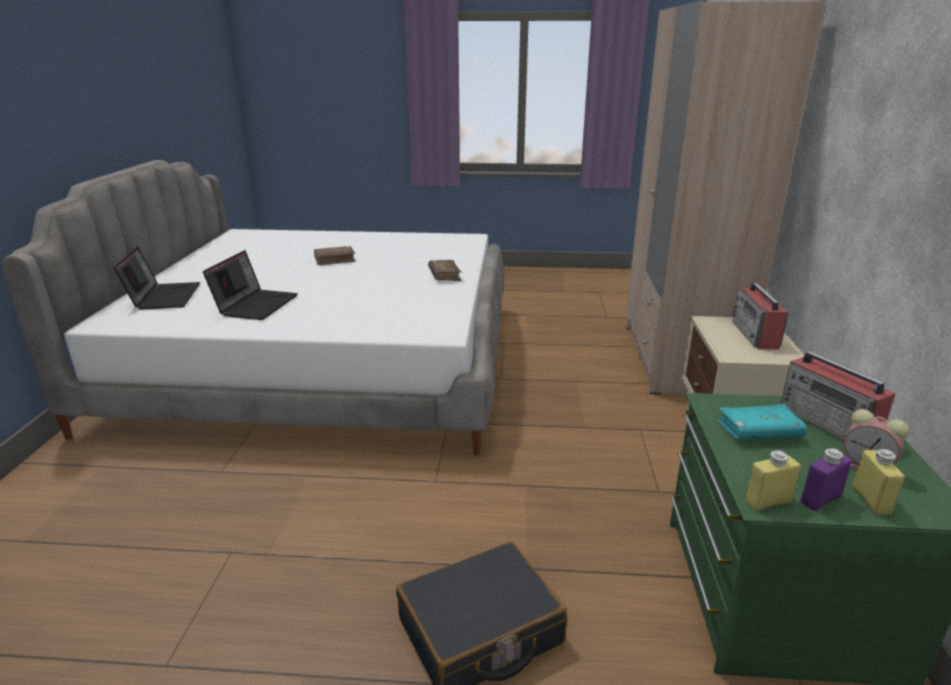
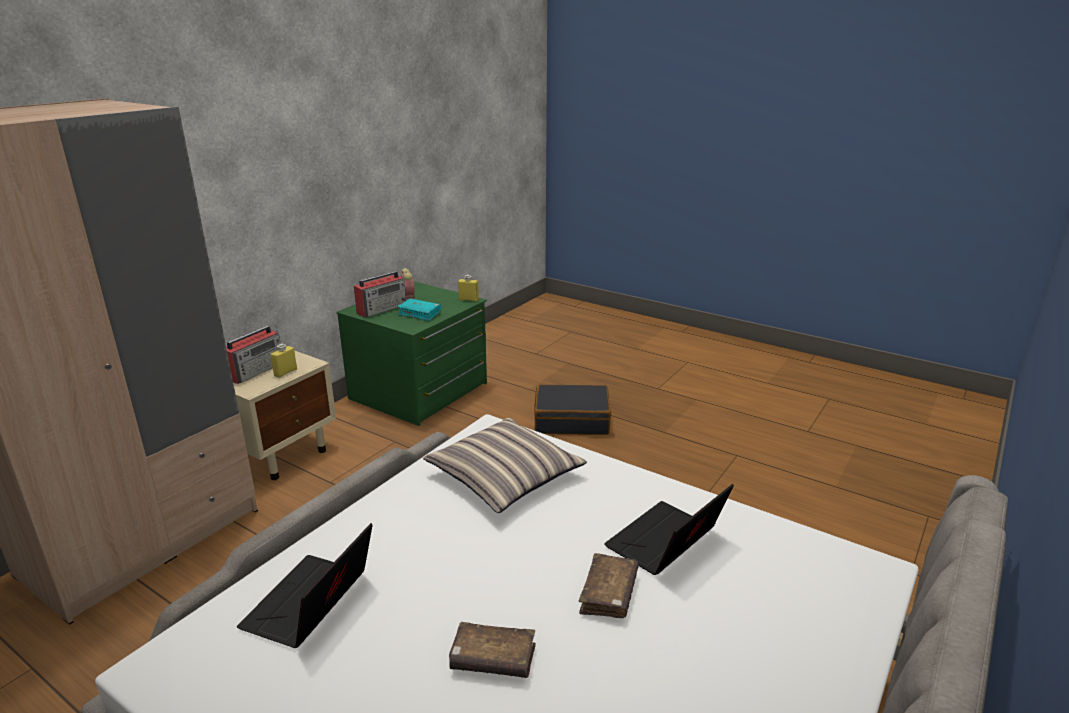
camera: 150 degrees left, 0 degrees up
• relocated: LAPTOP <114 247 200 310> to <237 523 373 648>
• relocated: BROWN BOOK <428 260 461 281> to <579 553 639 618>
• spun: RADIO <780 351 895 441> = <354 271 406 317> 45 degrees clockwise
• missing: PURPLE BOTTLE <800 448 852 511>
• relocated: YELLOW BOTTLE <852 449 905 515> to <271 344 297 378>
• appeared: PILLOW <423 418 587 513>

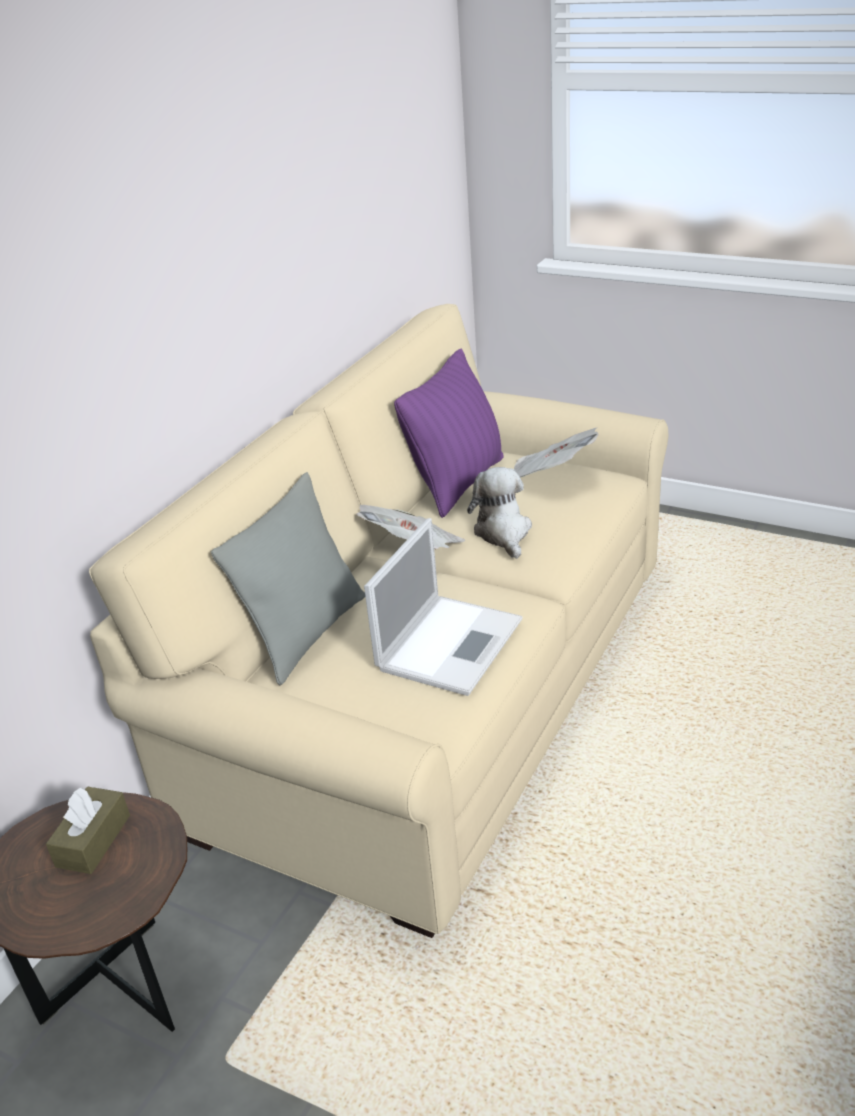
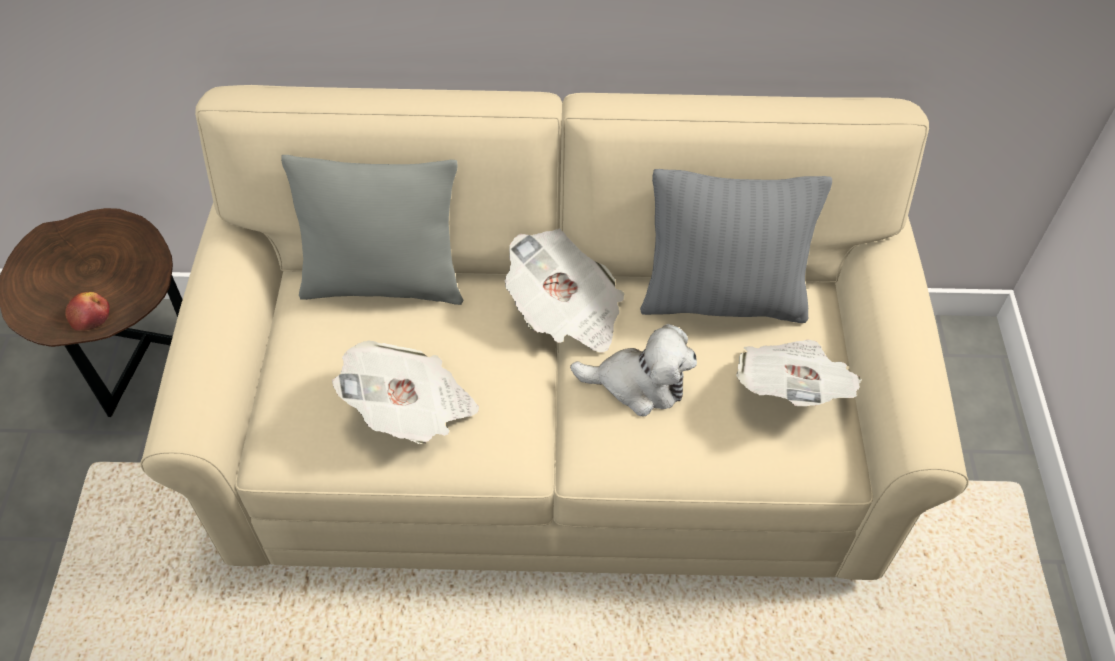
camera: 60 degrees right, 20 degrees up
• colour: PURPLE PILLOW <394 349 504 518> to GREY PILLOW <640 169 832 323>
• spun: PLUSH TOY <467 467 532 559> = <570 324 697 416> 45 degrees clockwise
• exchanged: LAPTOP <364 518 523 696> to NEWSPAPER <332 340 479 444>
• missing: BROWN TISSUE BOX <46 787 130 874>
• appeared: APPLE <65 292 110 331>

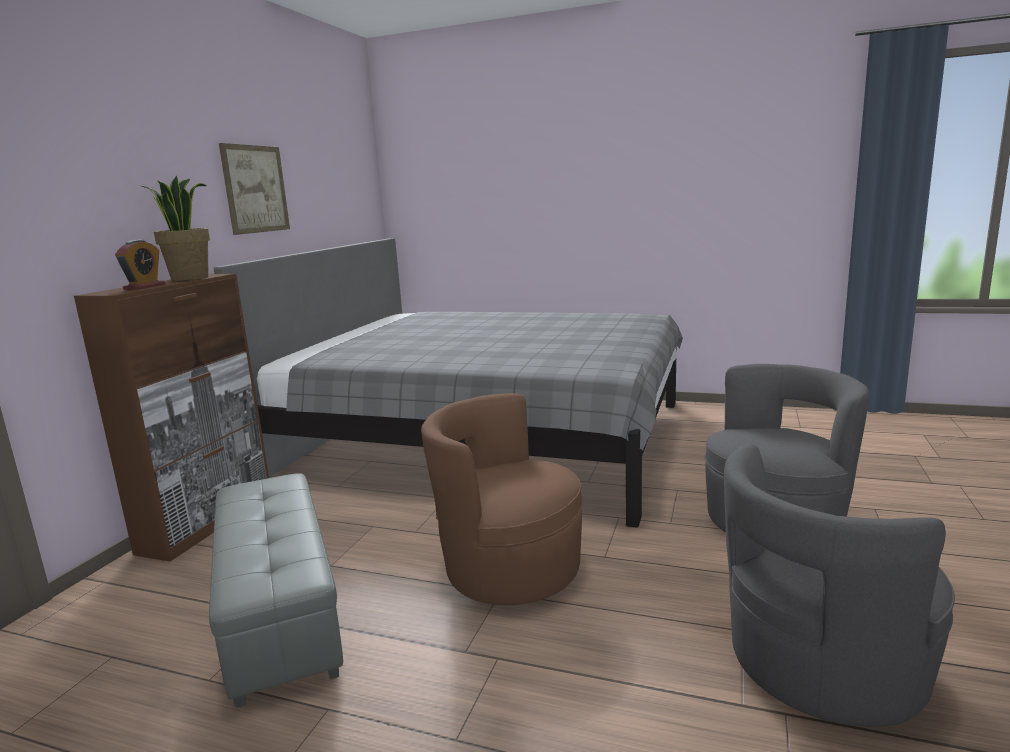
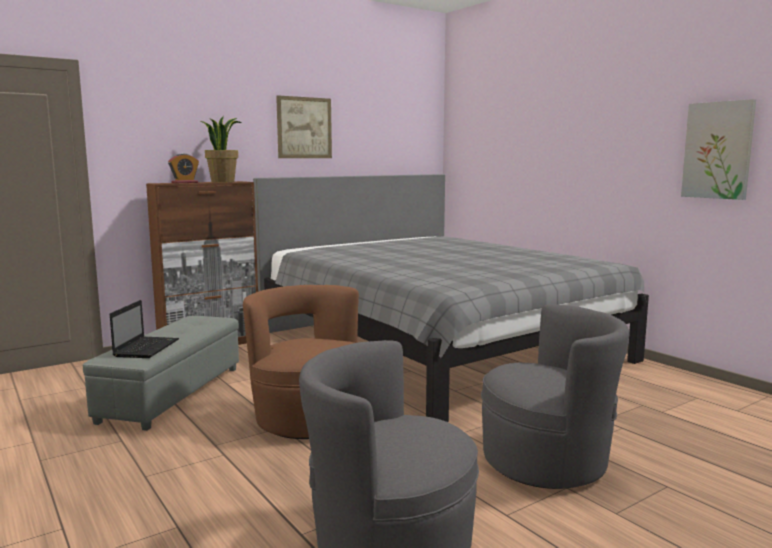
camera: 35 degrees right, 5 degrees down
• appeared: PICTURE <681 99 756 200>
• appeared: LAPTOP <110 300 179 358>

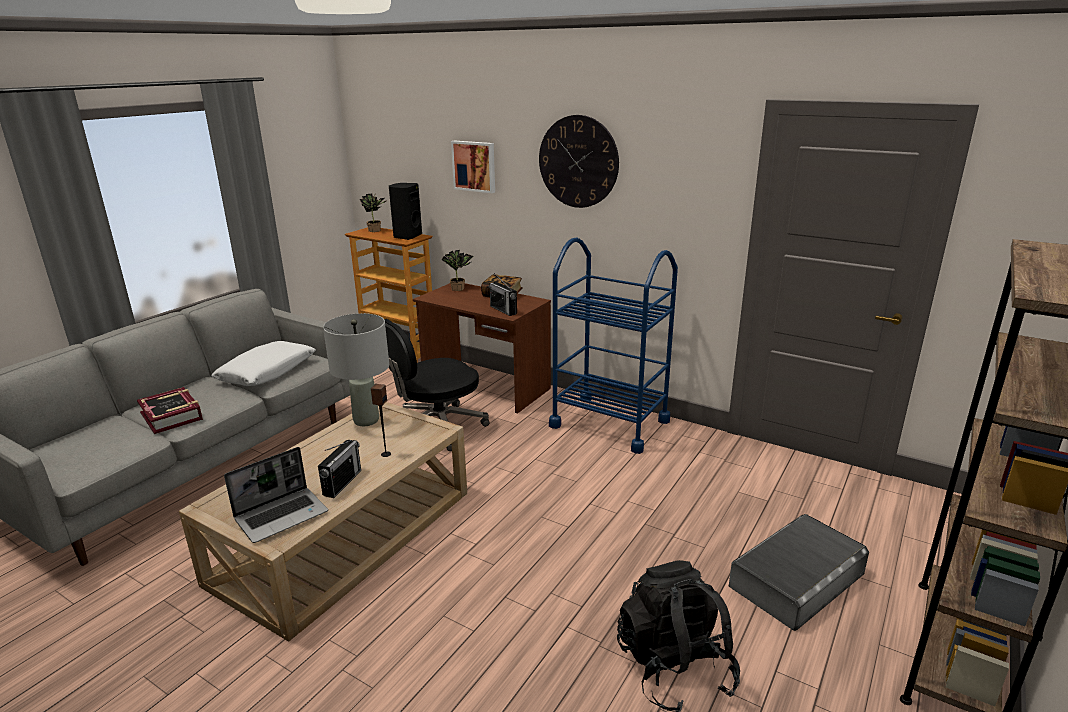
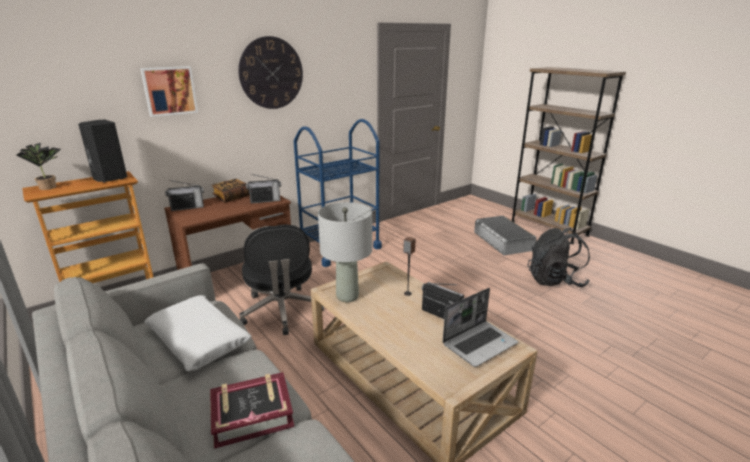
camera: 70 degrees left, 0 degrees up
• exchanged: POTTED PLANT <441 250 474 291> to RADIO <165 180 204 211>
• spun: LAPTOP <224 447 328 543> = <442 288 518 367> 75 degrees clockwise

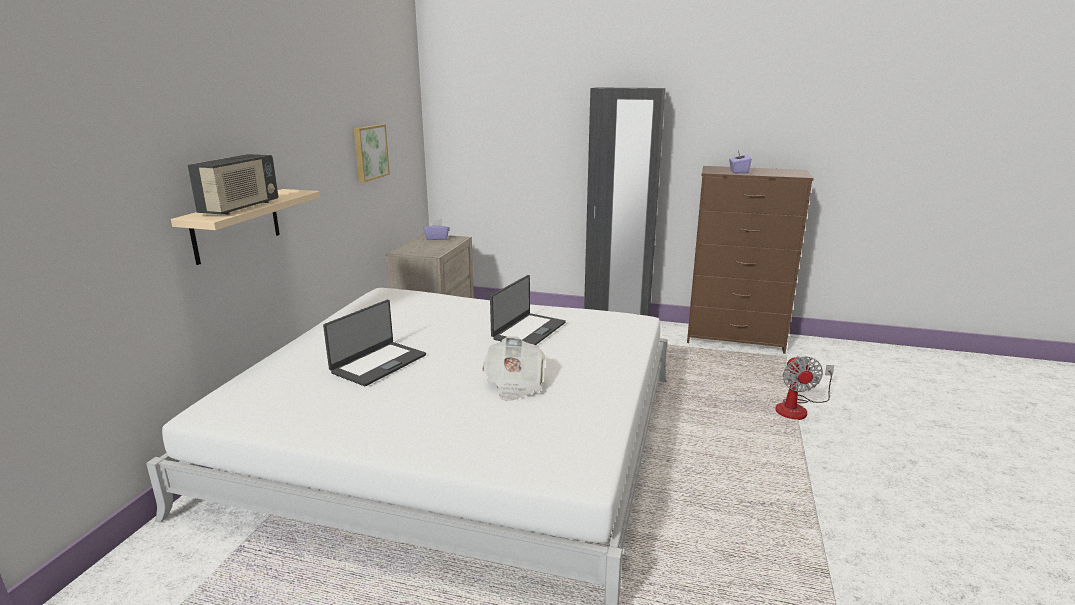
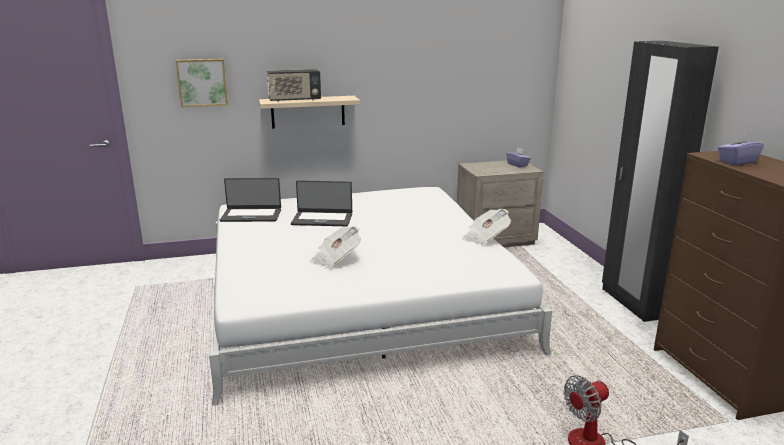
camera: 60 degrees right, 0 degrees up
• relocated: PICTURE <354 124 390 182> to <176 59 228 107>
• relocated: LAPTOP <490 275 566 345> to <220 178 281 222>
• appeared: NEWSPAPER <462 209 511 244>

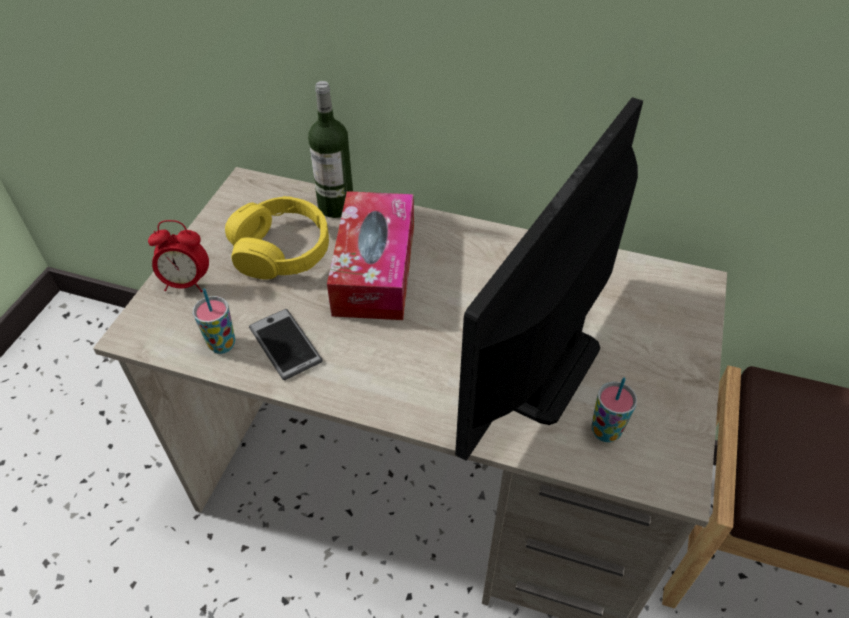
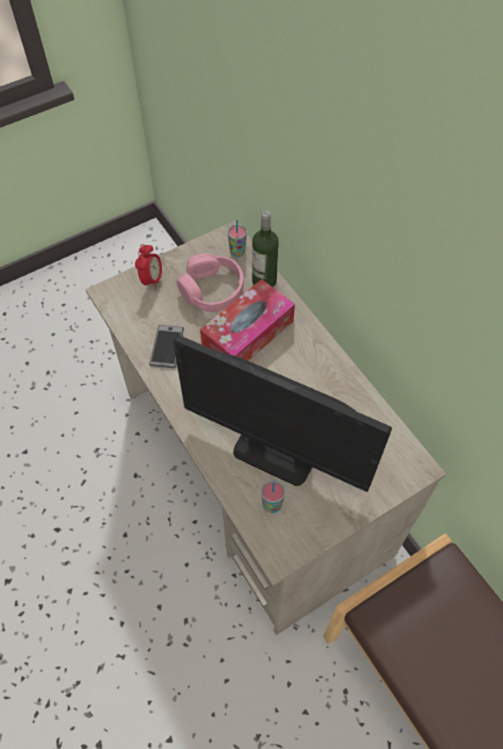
camera: 40 degrees right, 10 degrees up
• spun: MONITOR <455 97 643 461> = <173 335 392 492> 135 degrees counterclockwise
• colour: YELLOW HEADPHONES <225 196 329 280> to PINK HEADPHONES <177 253 244 312>
• spun: ALARM CLOCK <148 220 209 292> = <135 244 162 290> 120 degrees counterclockwise
• relocated: CUP <193 288 235 354> to <228 220 247 257>

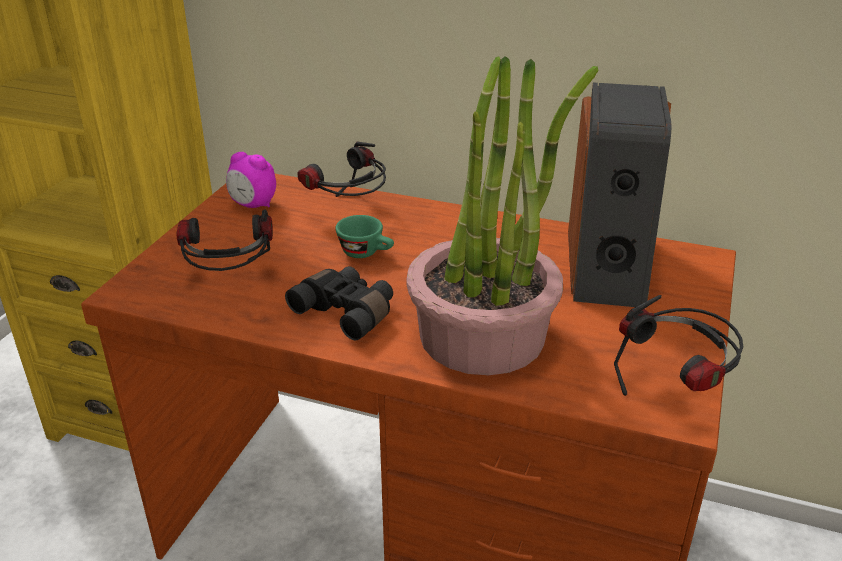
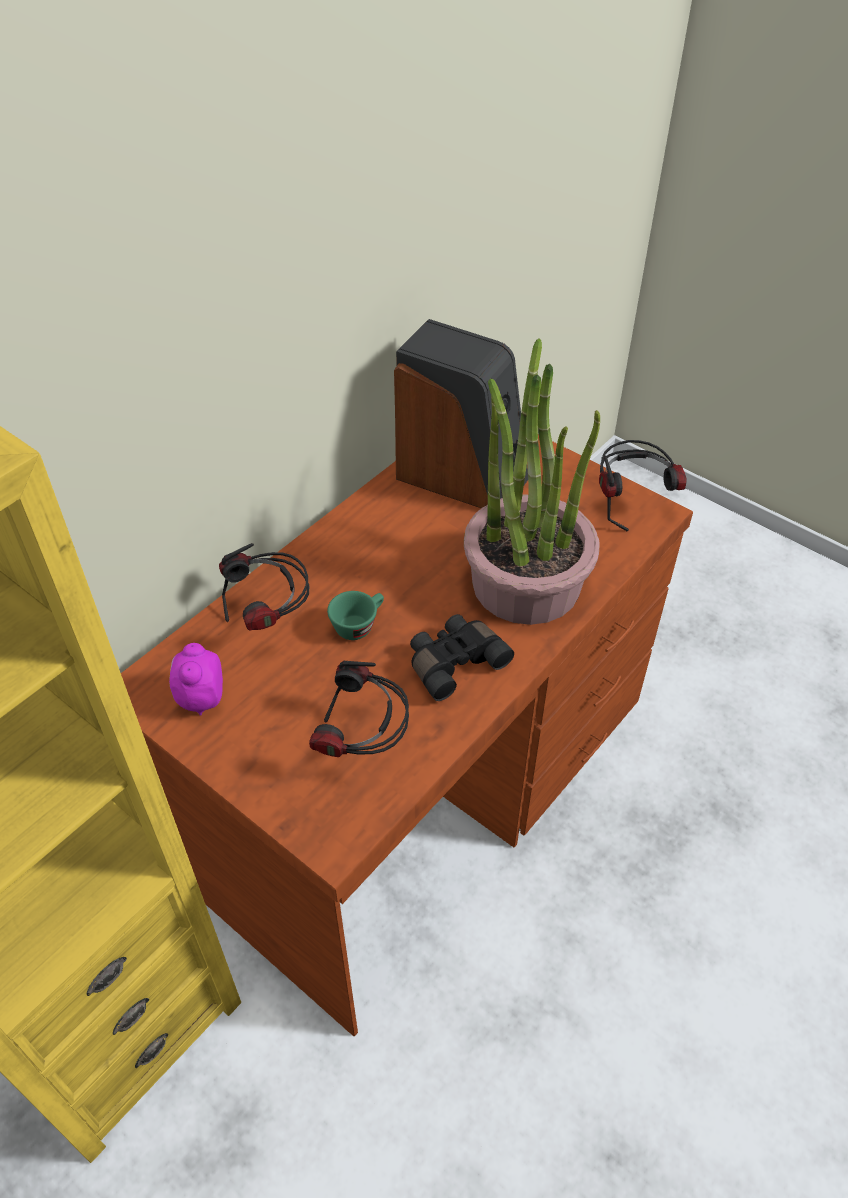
camera: 70 degrees left, 15 degrees up
• spun: ALARM CLOCK <226 152 276 208> = <169 643 223 716> 135 degrees clockwise

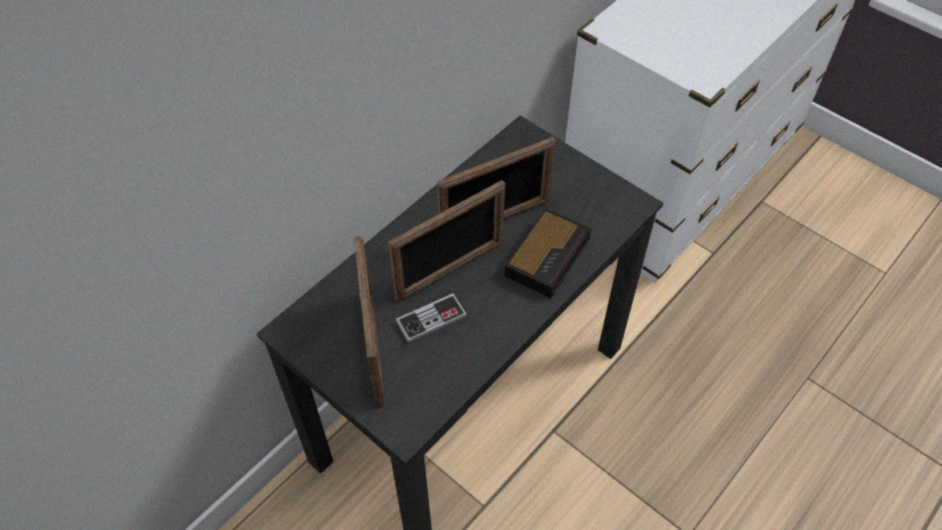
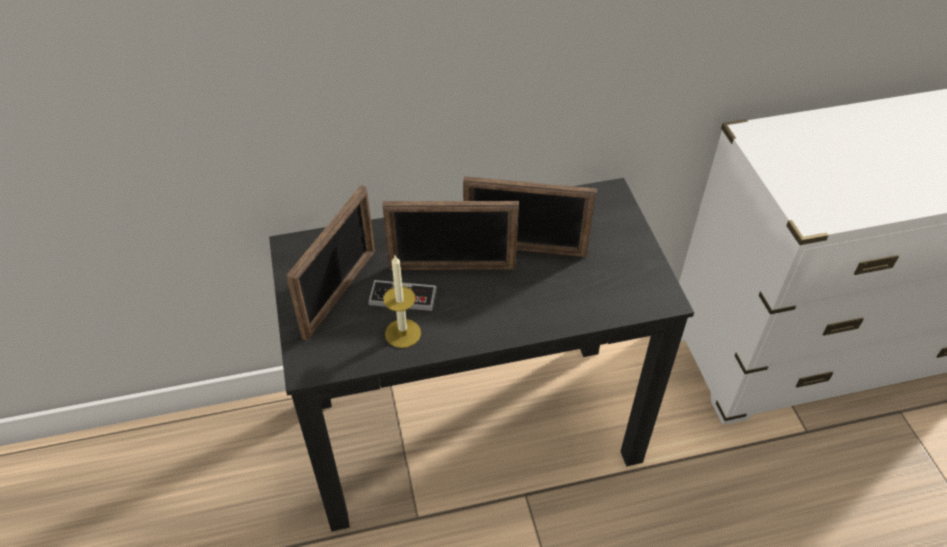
camera: 35 degrees right, 5 degrees down
• missing: ALARM CLOCK <505 208 591 298>
• appeared: CANDLE <383 255 421 348>

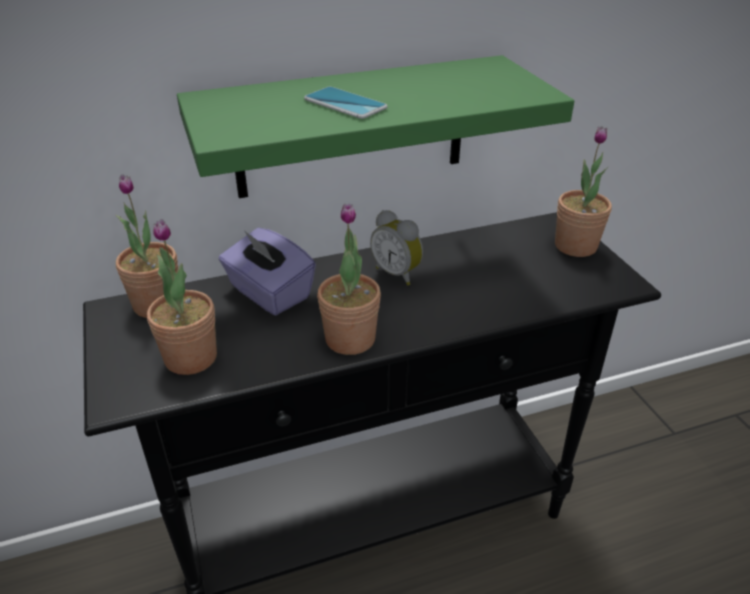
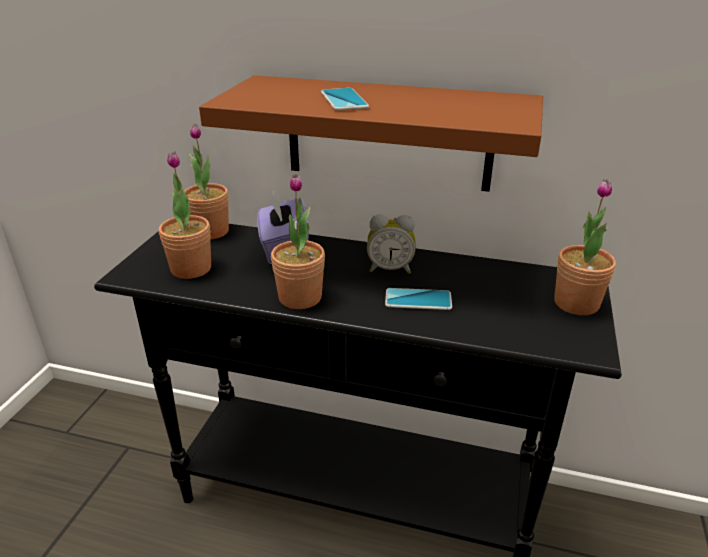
camera: 35 degrees right, 5 degrees down
• colour: GREEN SHELF <177 55 574 198> to BROWN SHELF <199 75 543 192>
• spun: ALARM CLOCK <370 210 423 285> = <367 214 416 274> 75 degrees counterclockwise
• appeared: PHONE <385 288 452 310>

